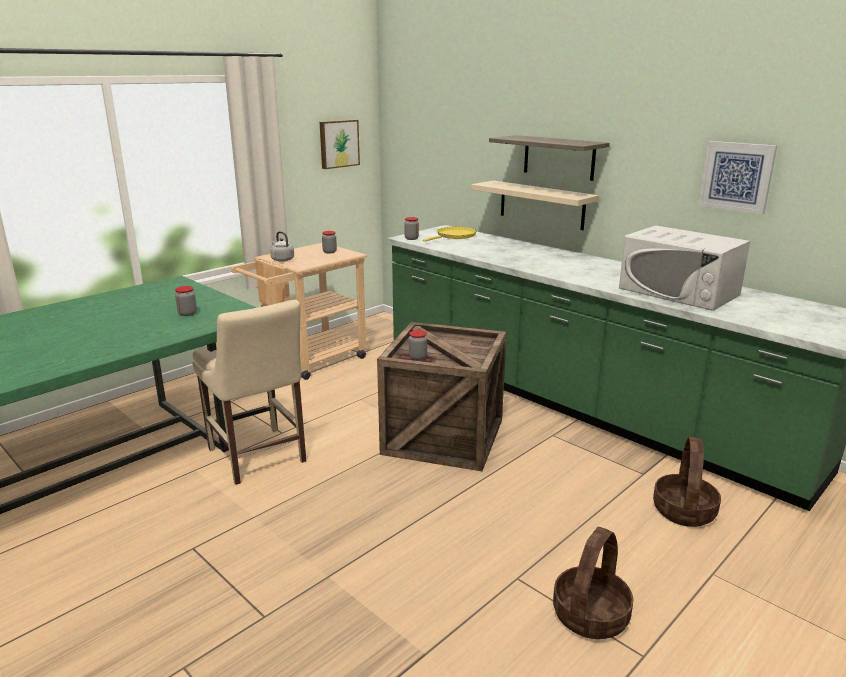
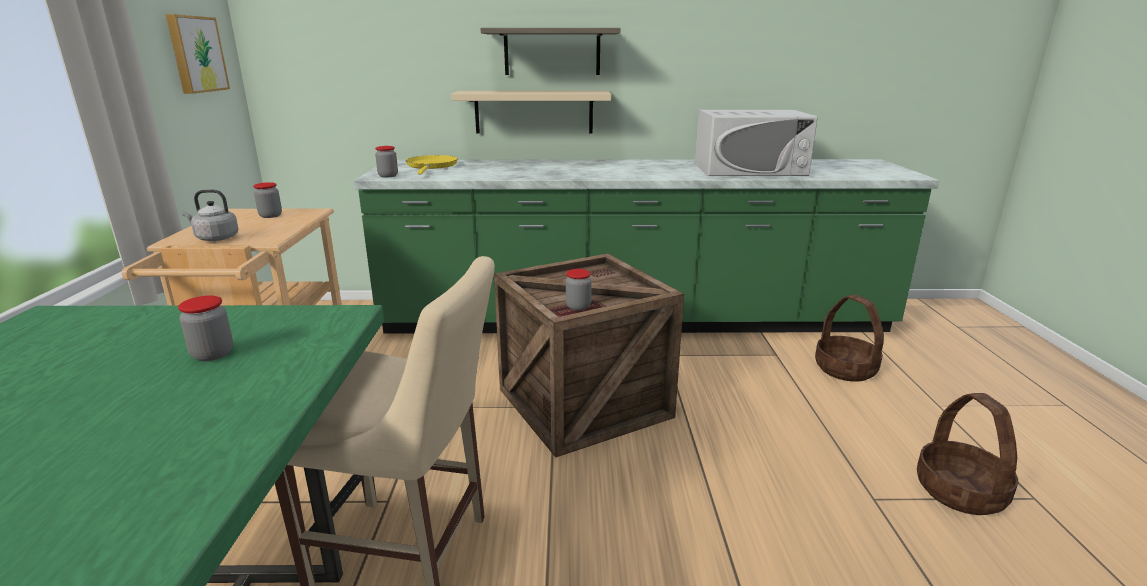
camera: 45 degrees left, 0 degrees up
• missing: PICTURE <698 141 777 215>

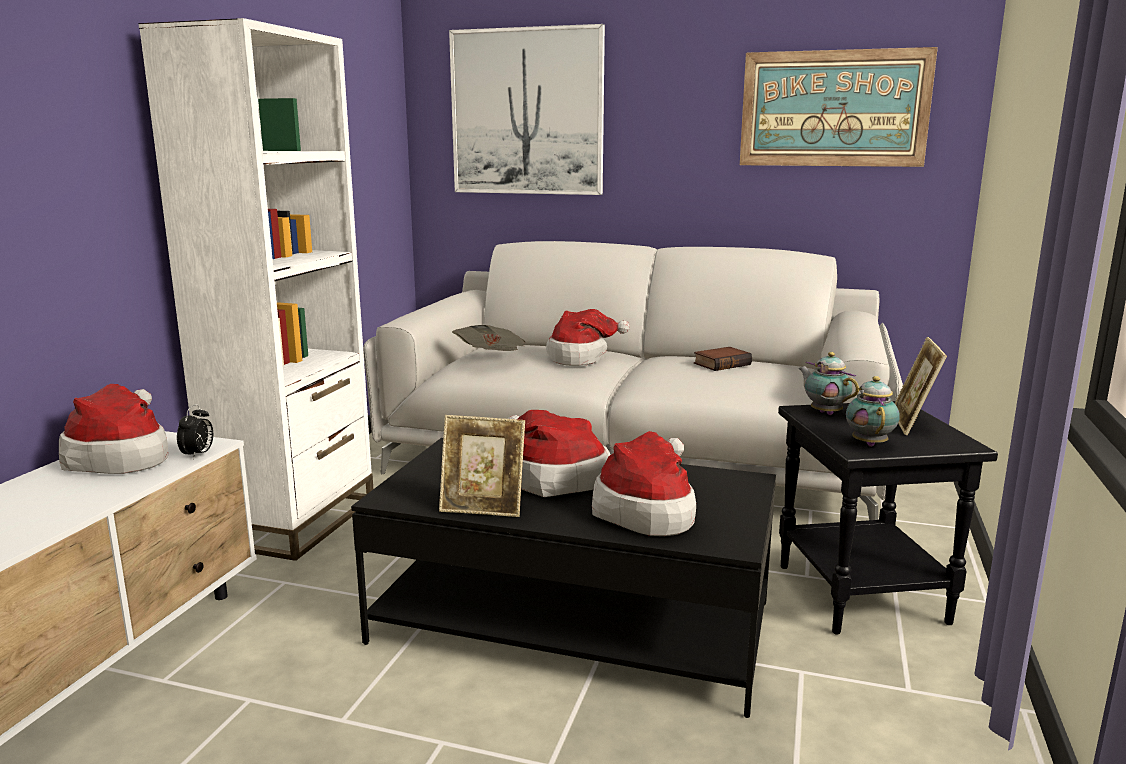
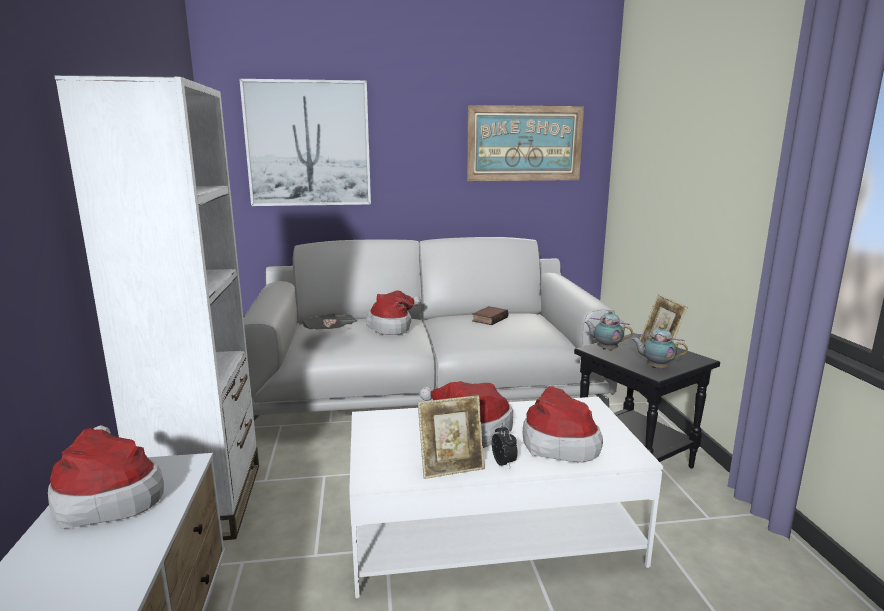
camera: 25 degrees left, 0 degrees up
• spun: TEAPOT <846 376 900 447> = <632 325 688 369> 45 degrees counterclockwise
• relocated: ALARM CLOCK <177 404 213 460> to <492 423 518 467>
• colour: BLACK COFFEE TABLE <351 438 776 718> to WHITE COFFEE TABLE <349 397 663 598>

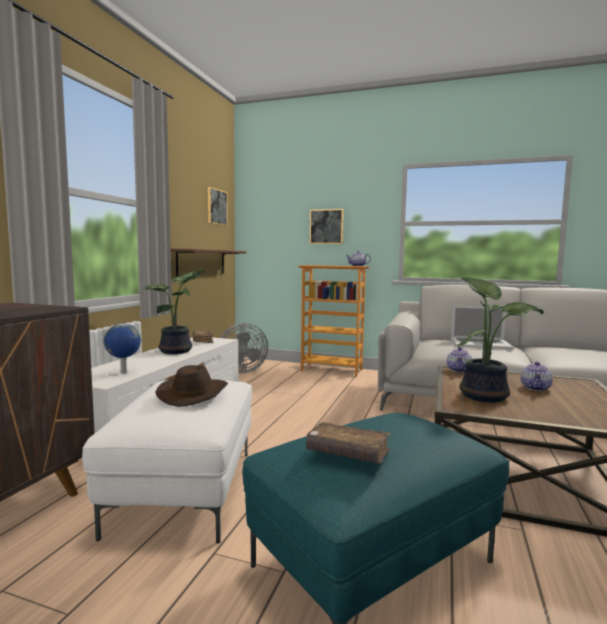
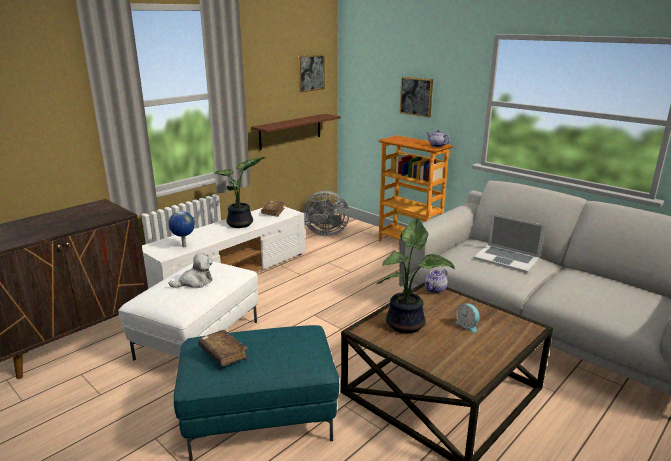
camera: 25 degrees right, 15 degrees up
• exchanged: TEAPOT <521 362 553 391> to ALARM CLOCK <456 304 480 333>
• exchanged: BROWN HAT <155 365 228 407> to PLUSH TOY <169 253 213 288>

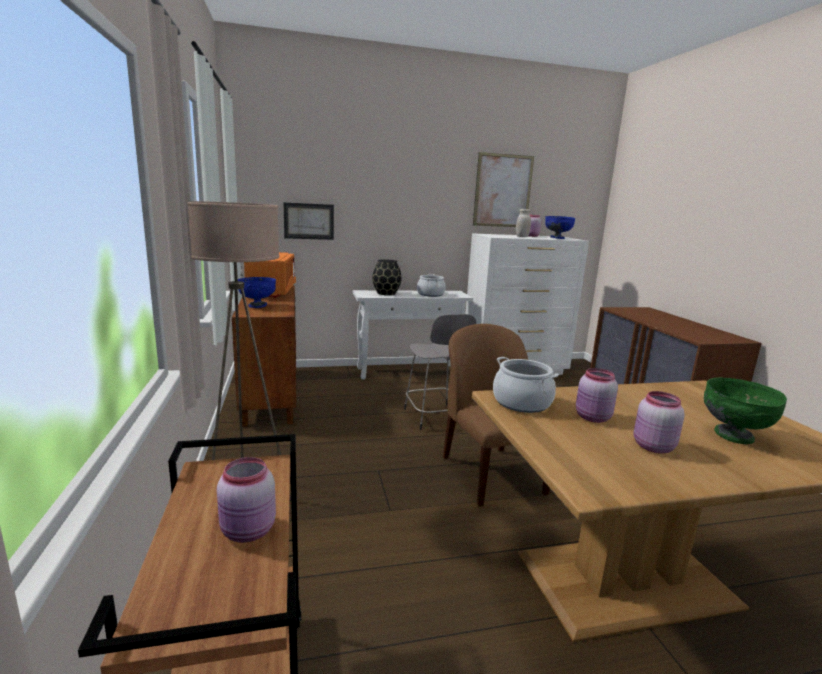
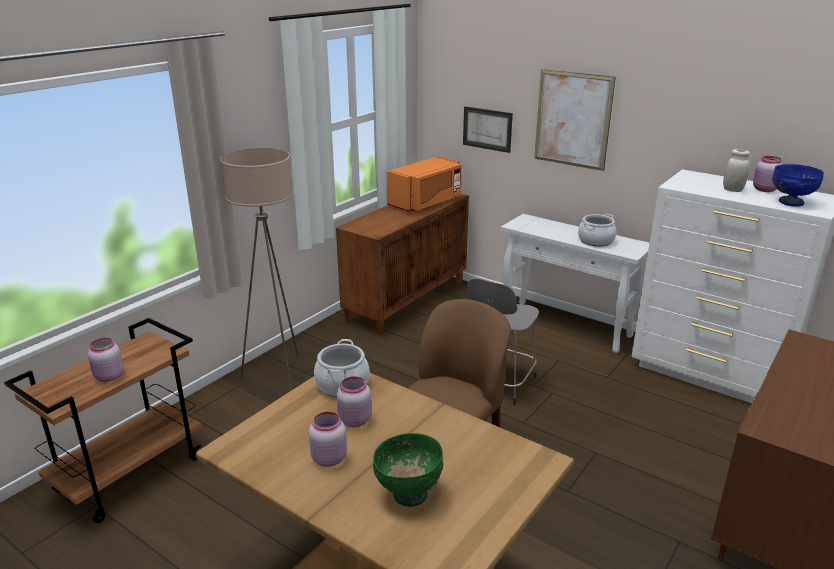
camera: 50 degrees right, 10 degrees up
• relocated: PICTURE <473 152 534 227> to <534 69 616 171>
• missing: BLACK VASE <372 260 402 295>
• missing: BLUE BOWL <238 277 276 308>

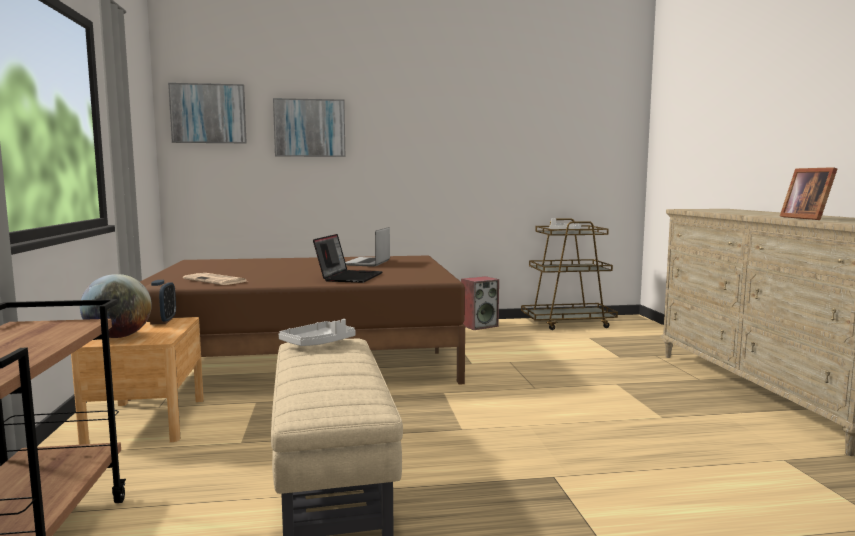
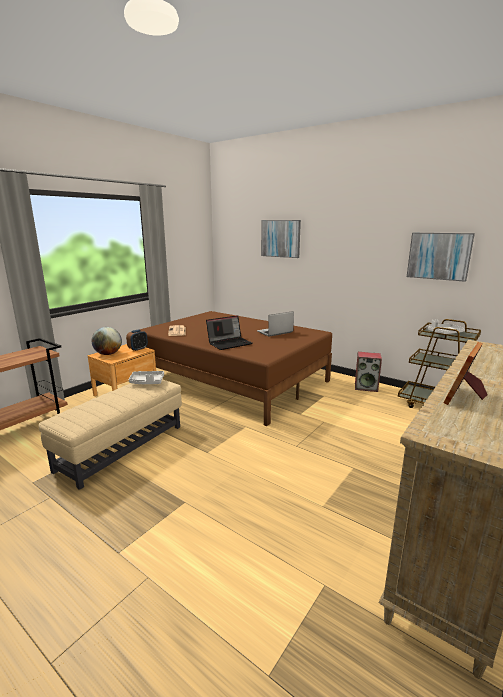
camera: 45 degrees right, 10 degrees up
• relocated: PICTURE <168 83 247 143> to <407 233 475 282>

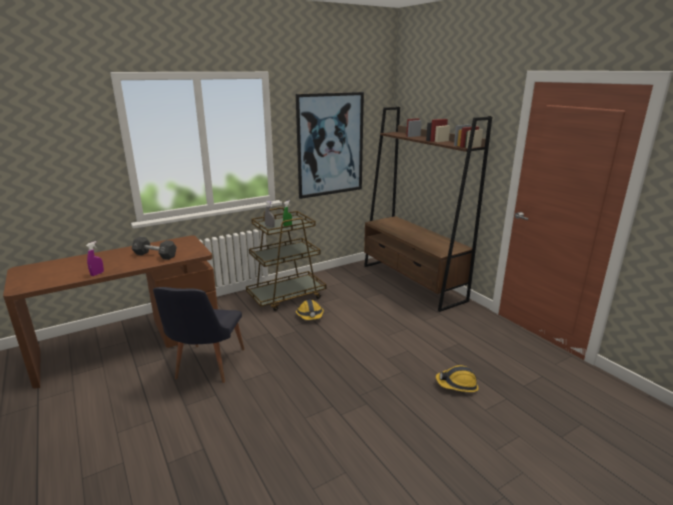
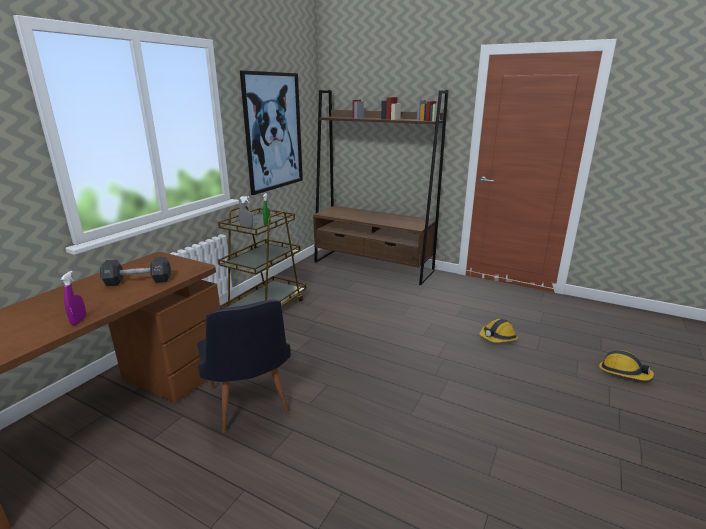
camera: 30 degrees left, 0 degrees up
• relocated: HARD HAT <296 300 324 320> to <599 350 654 381>

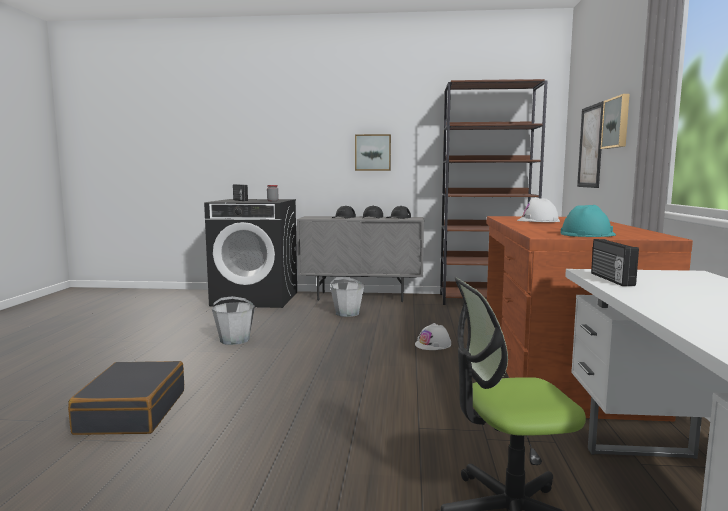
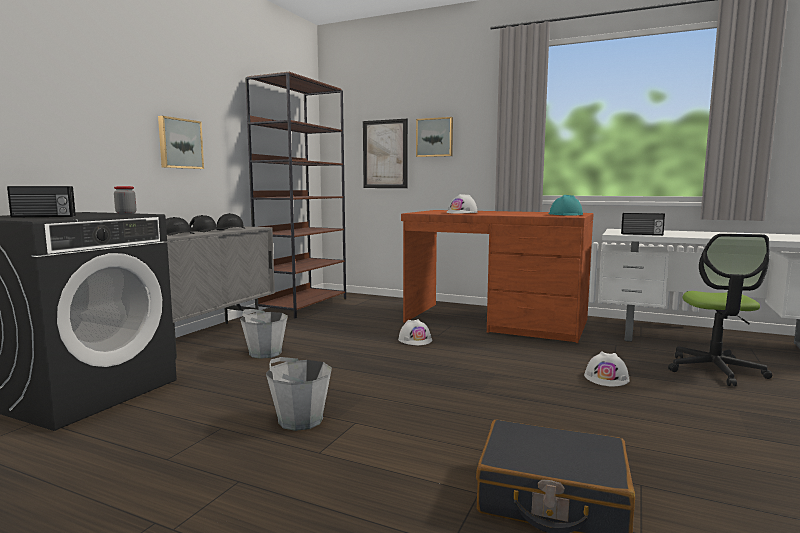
camera: 70 degrees left, 0 degrees up
• appeared: WHITE HARD HAT <584 351 630 386>

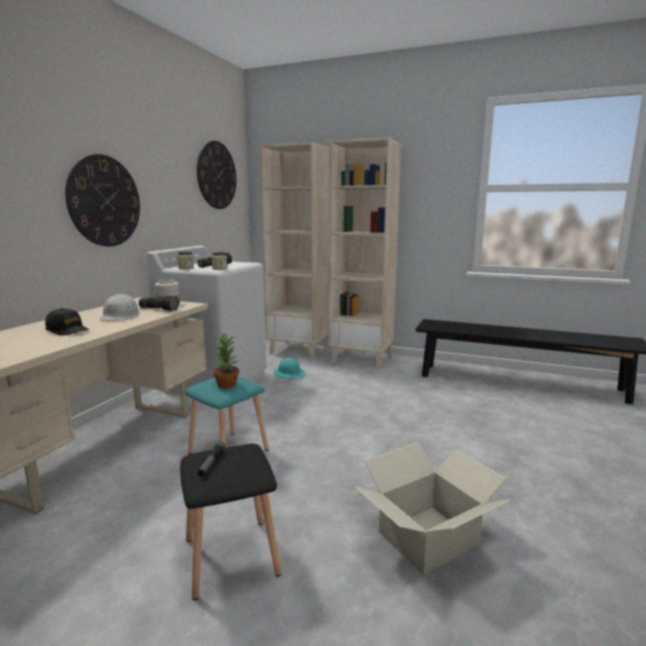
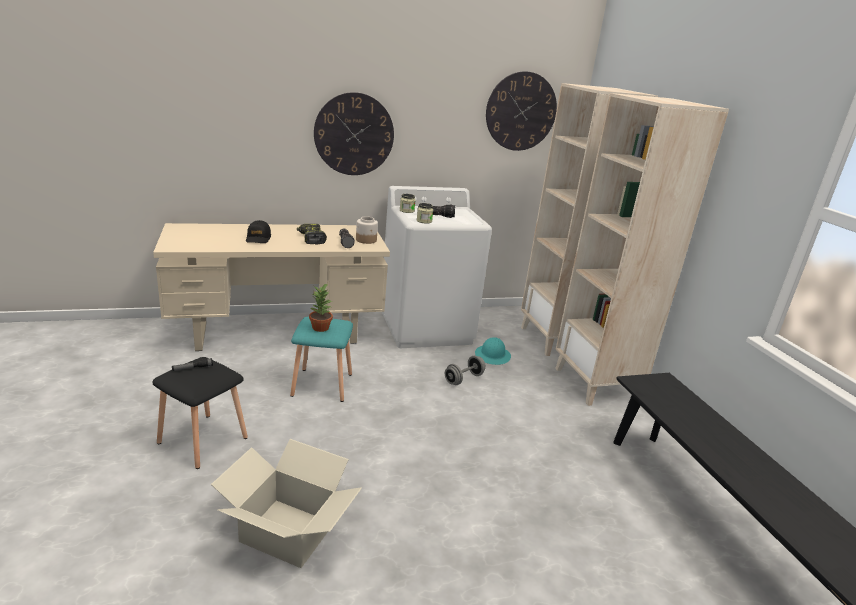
camera: 50 degrees right, 10 degrees up
• exchanged: WHITE HARD HAT <99 294 140 321> to POWER DRILL <297 224 327 244>
• appeared: GREY DUMBBELL <445 356 486 385>

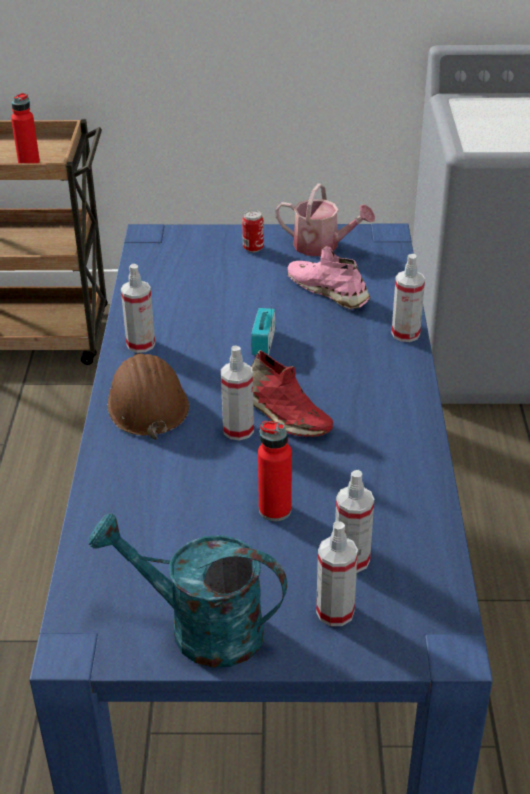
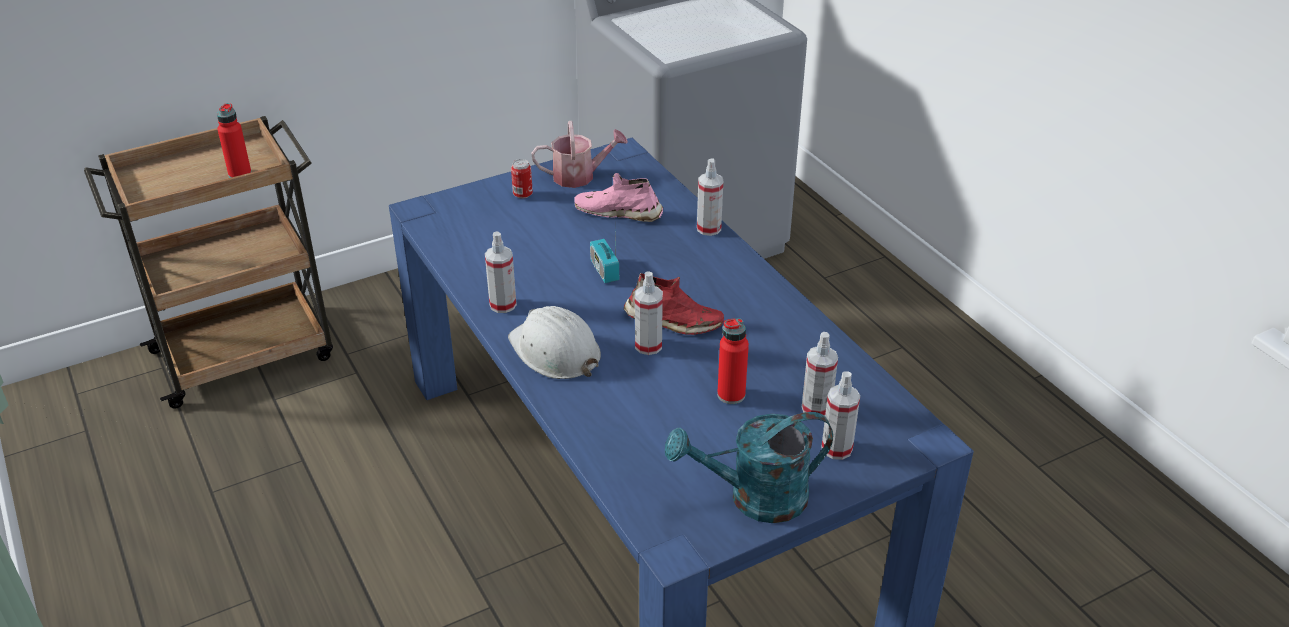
camera: 30 degrees left, 0 degrees up
• colour: BROWN HARD HAT <108 353 189 440> to WHITE HARD HAT <508 306 601 379>

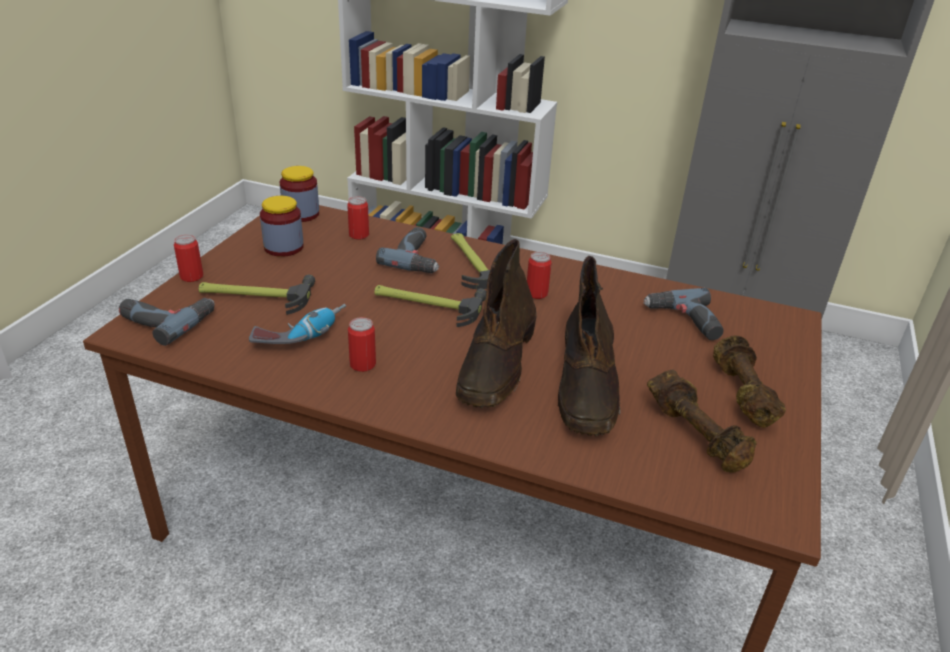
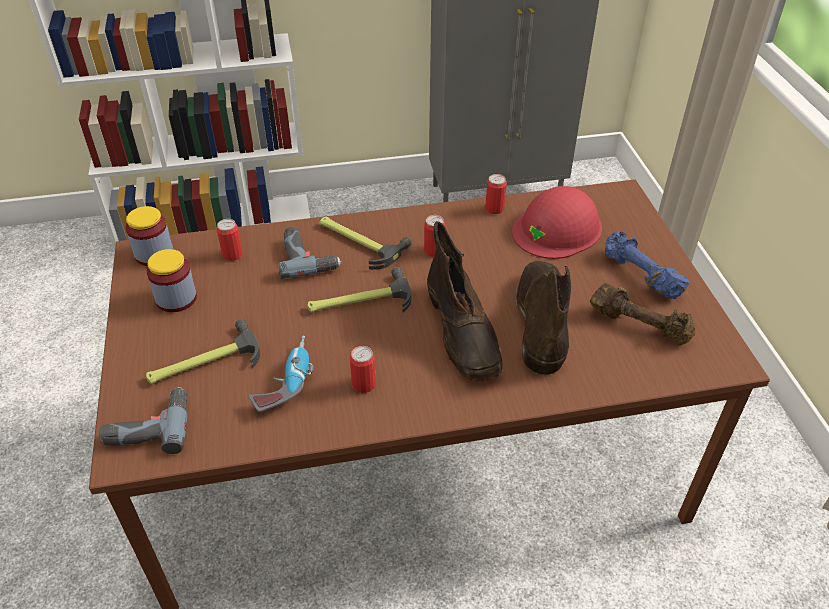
camera: 30 degrees left, 10 degrees up
• relocated: CAN <174 234 204 282> to <485 174 507 214>
• spun: BROWN BOOT <558 256 621 436> = <516 261 571 375> 150 degrees counterclockwise
• exchanged: POWER DRILL <643 288 724 340> to RED HARD HAT <512 186 602 259>
• colour: BROWN DUMBBELL <713 336 786 428> to BLUE DUMBBELL <605 231 689 299>

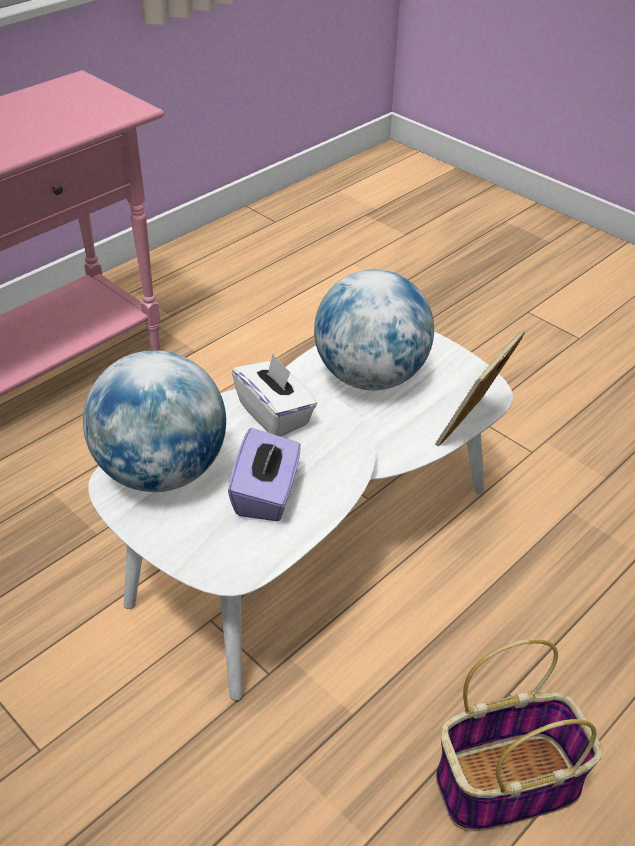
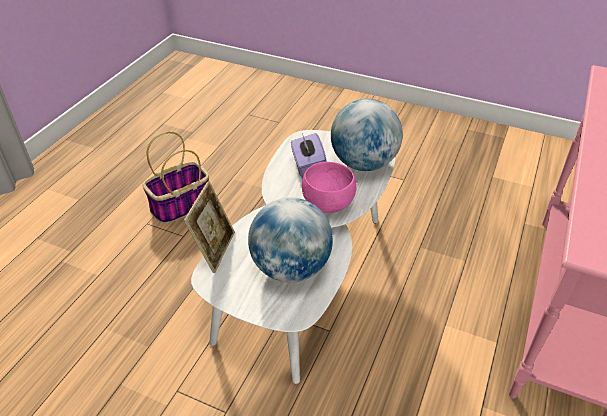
camera: 160 degrees right, 0 degrees up
• exchanged: WHITE TISSUE BOX <232 354 317 437> to PINK BOWL <302 162 357 213>

